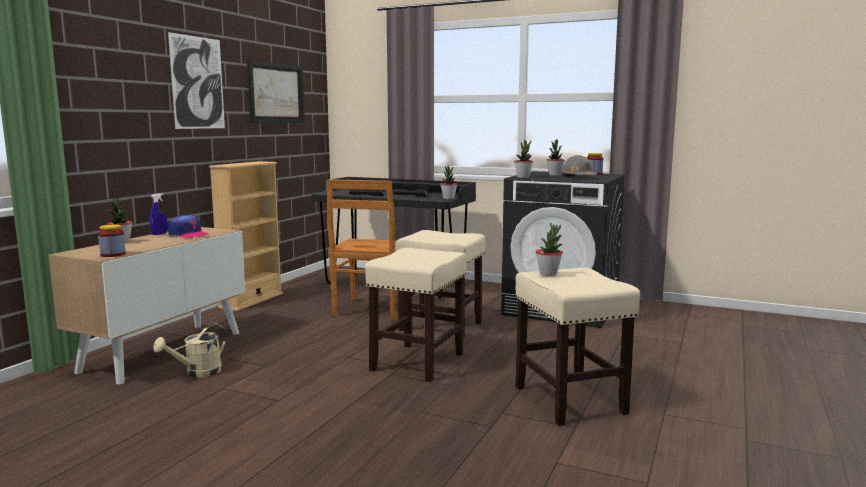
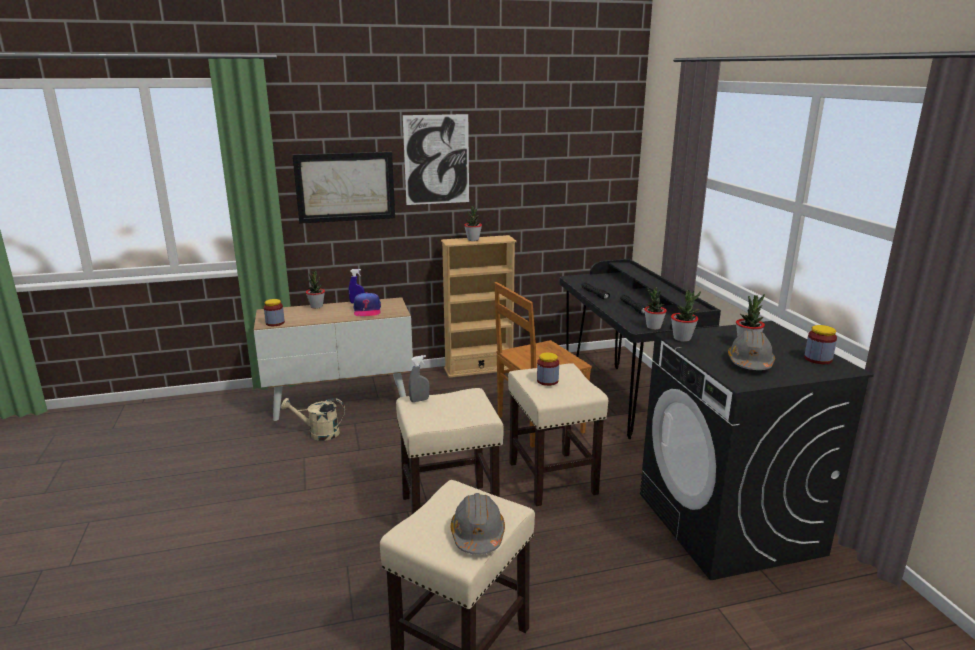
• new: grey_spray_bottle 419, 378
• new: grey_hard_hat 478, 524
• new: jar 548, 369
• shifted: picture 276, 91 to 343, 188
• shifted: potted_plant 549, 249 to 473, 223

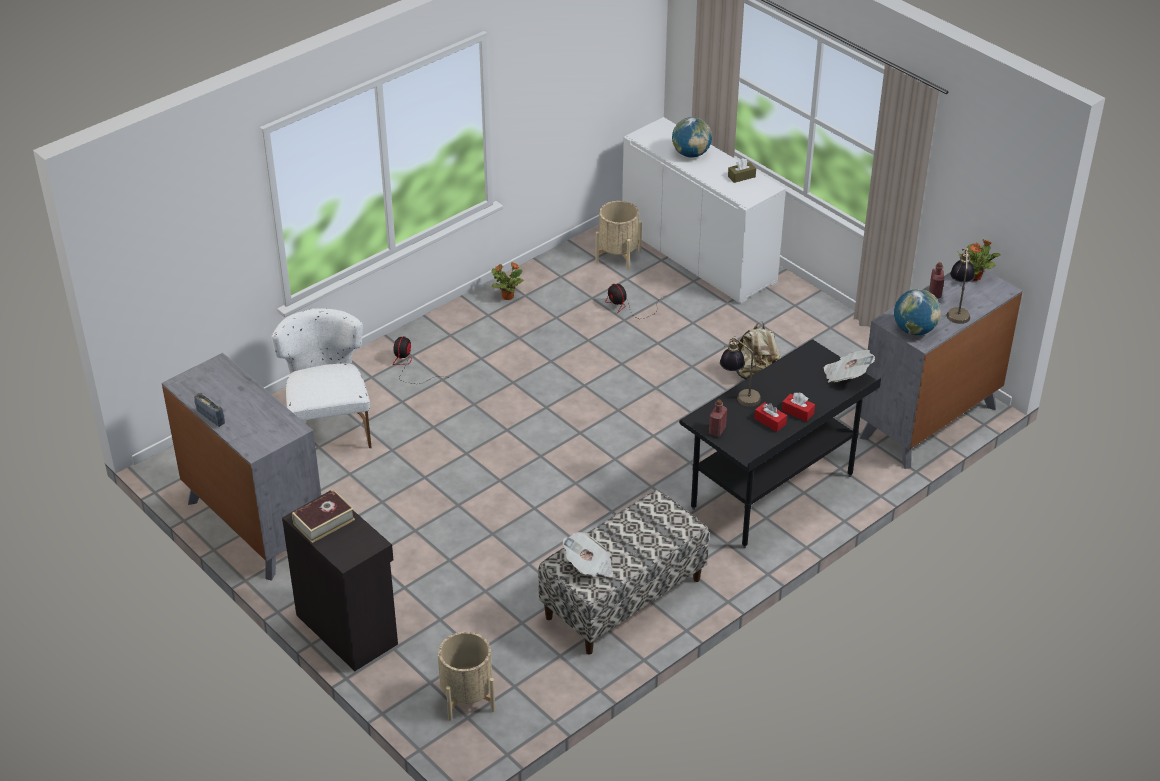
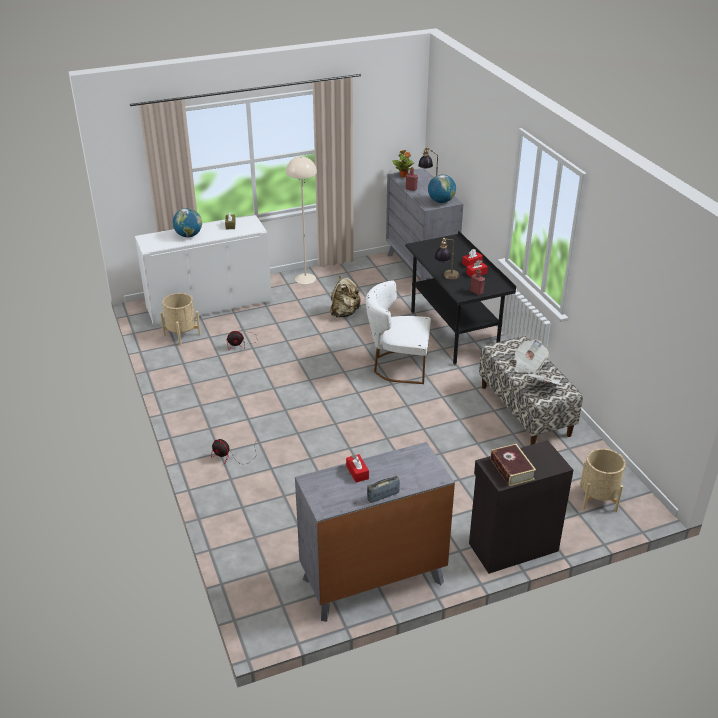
• gone: potted_plant 507, 281
• new: beige_floor_lamp 301, 220
• new: red_tissue_box 357, 468
• shifted: white_chair 322, 378 to 398, 332
• shifted: newspaper 849, 366 to 531, 357

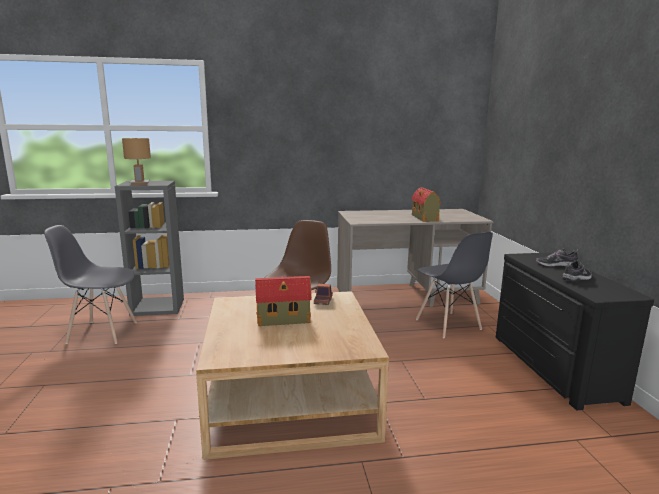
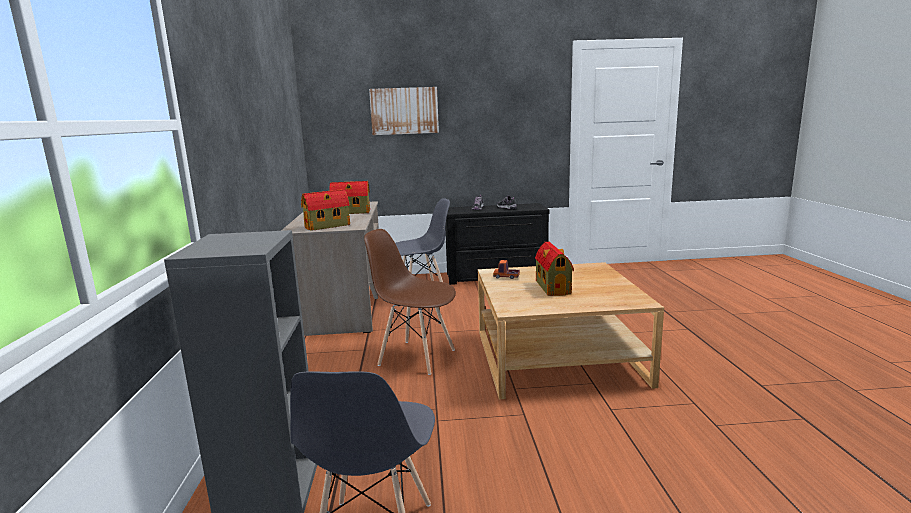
• gone: brown_table_lamp 136, 161
• new: toy_house 325, 210
• new: picture 404, 111

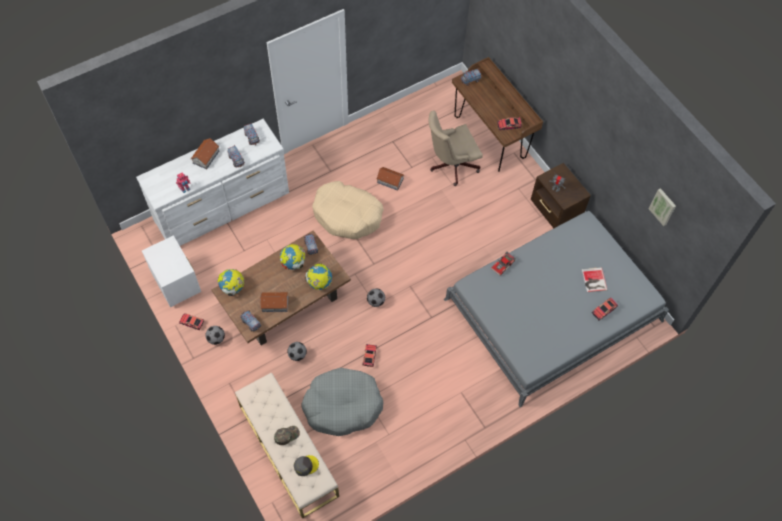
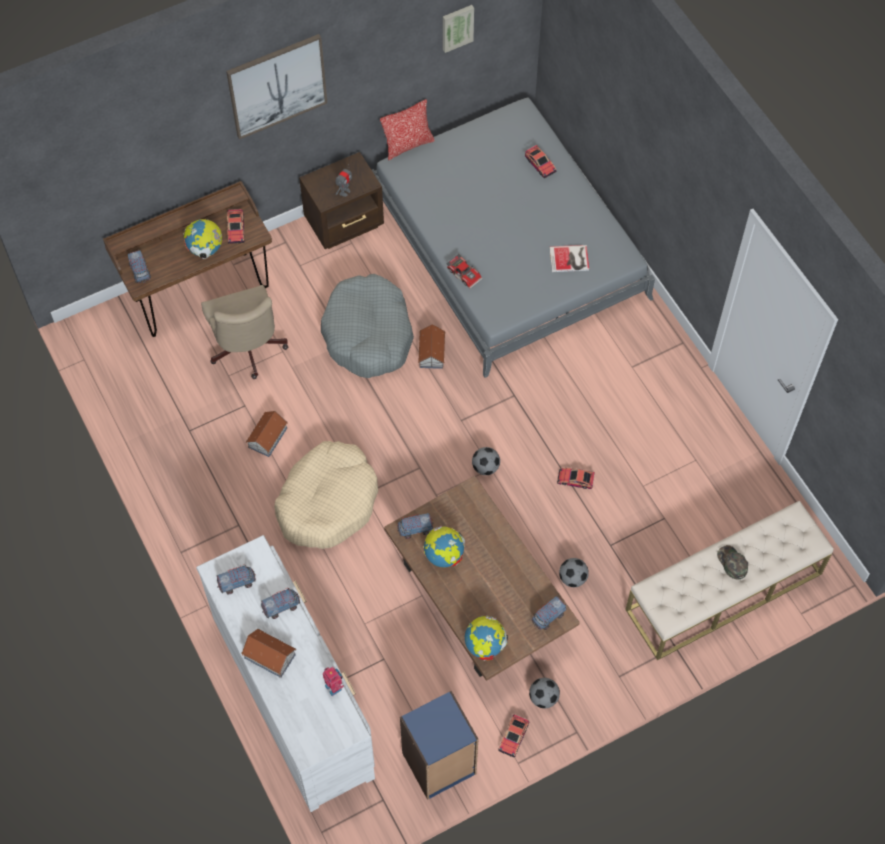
• gone: grey_cap 306, 465
• new: picture 276, 87
• new: pillow 407, 129
• shifted: toy_house 274, 302 to 432, 346
• shifted: grey_dog_bed 342, 402 to 367, 326
• shifted: globe 318, 276 to 202, 239
• shifted: book 594, 279 to 569, 258
• swapped: white_nightstand 171, 271 to blue_bookcase 439, 745

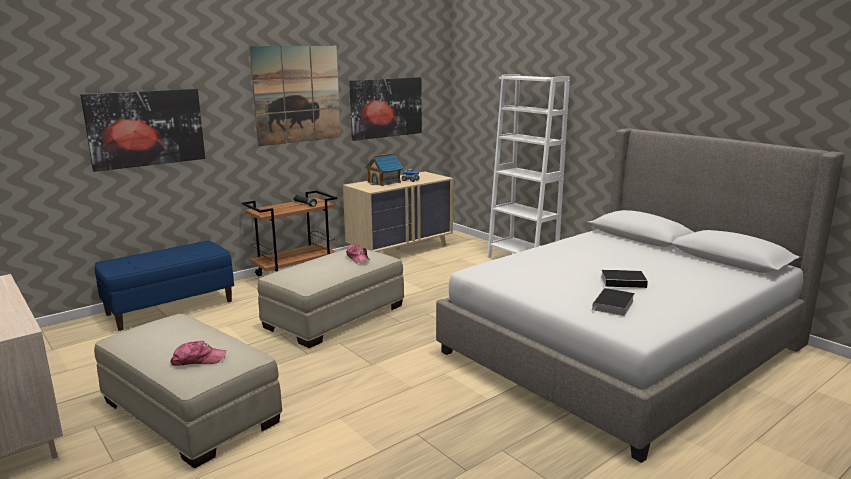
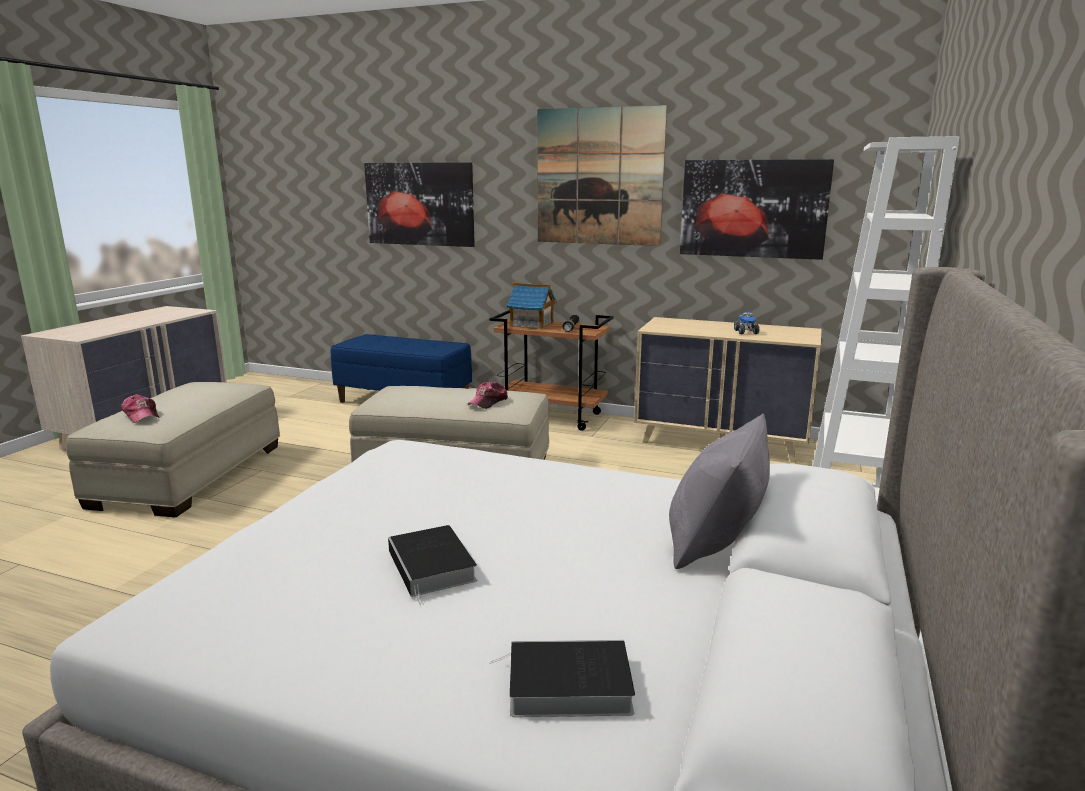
• new: grey_pillow 719, 491
• shifted: toy_house 384, 169 to 532, 306
• shifted: book 613, 302 to 562, 678

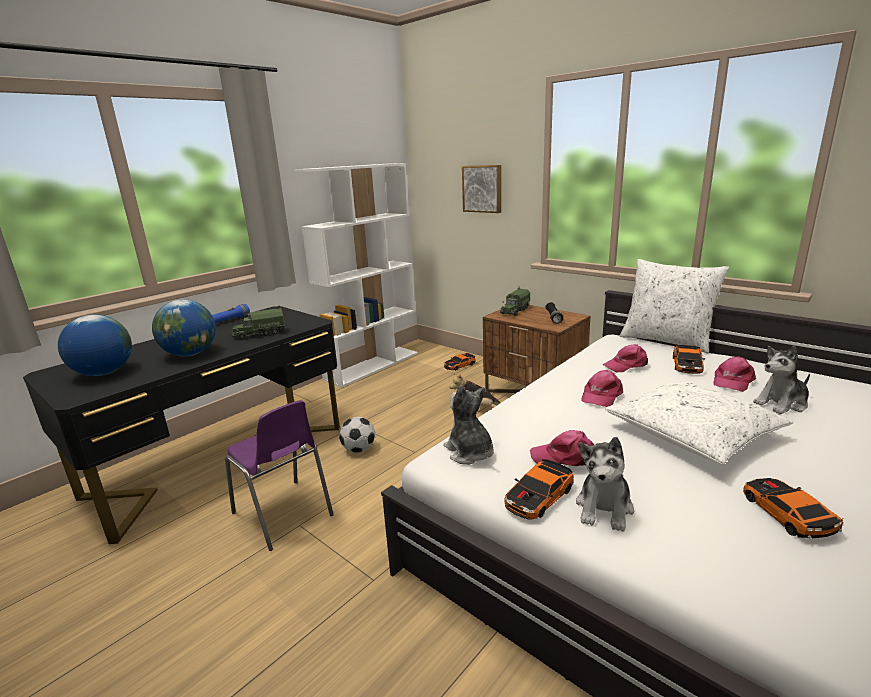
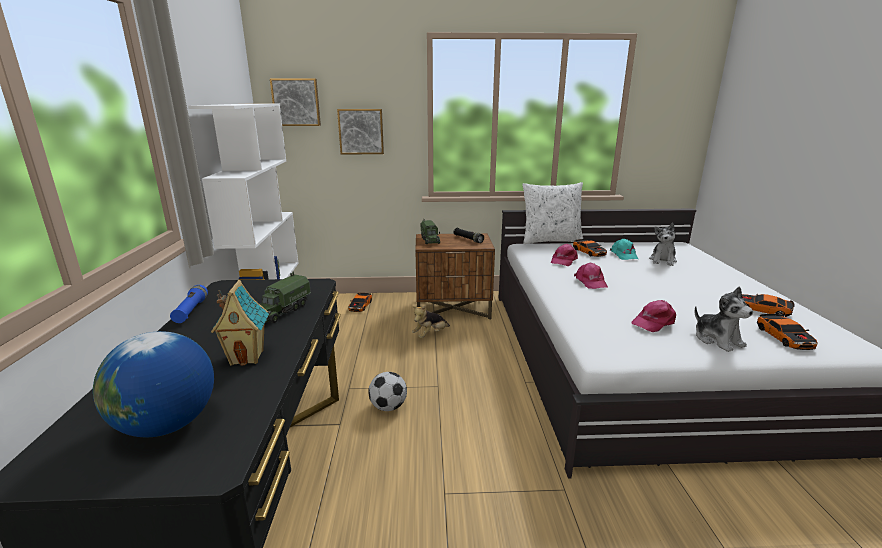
• gone: purple_chair 279, 475
• gone: plush_toy 469, 425
• gone: white_pillow 699, 422
• new: picture 295, 102
• shifted: toy_car 539, 489 to 787, 332
• swapped: globe 184, 328 to toy_house 240, 323
• repainted: pink_cap 734, 374 to turquoise_cap 624, 249

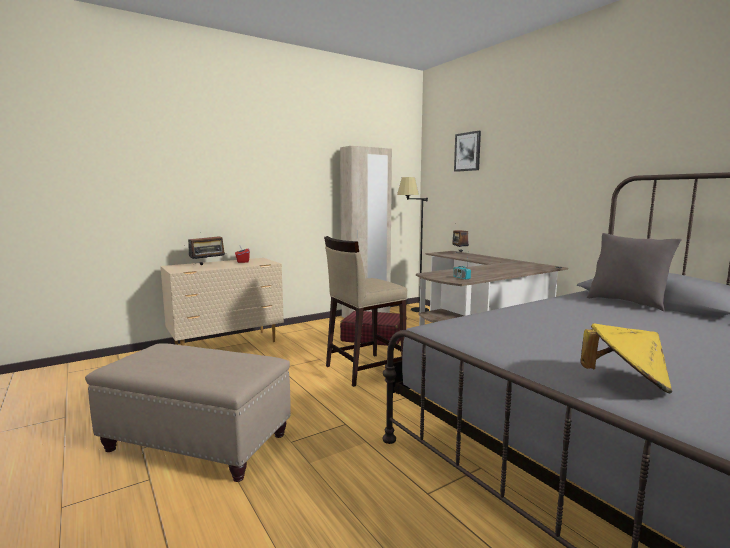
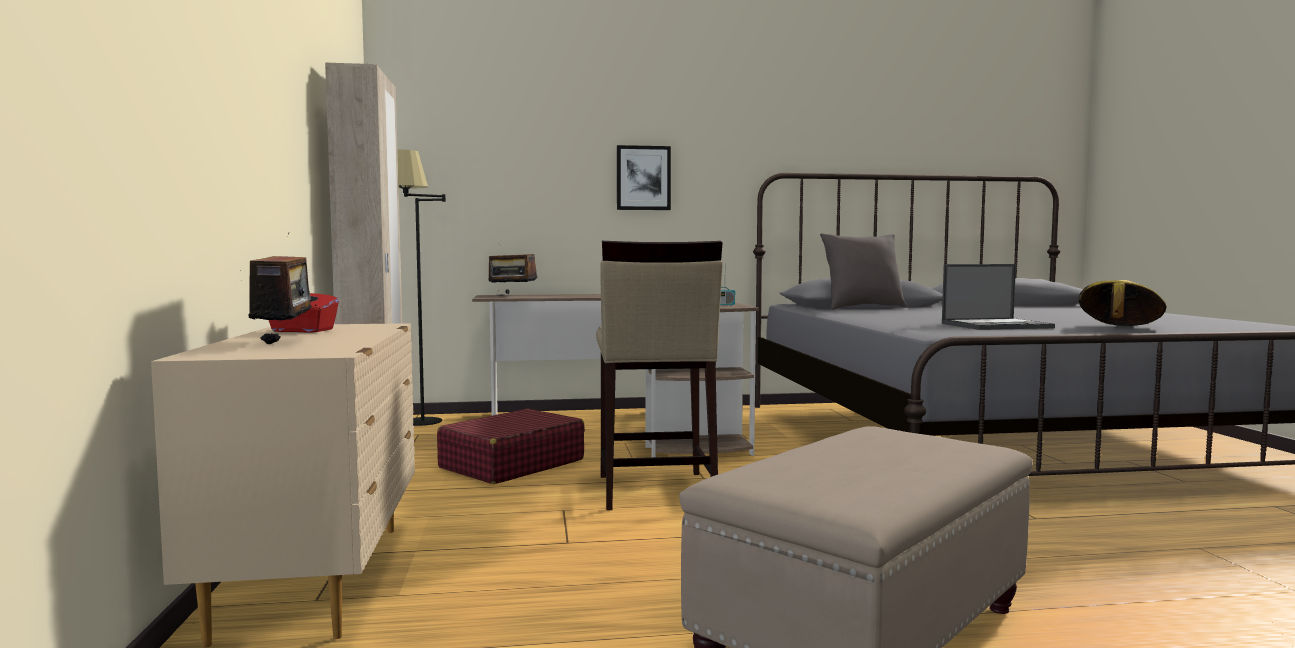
• new: laptop 998, 297
• shifted: picture 467, 151 to 644, 177

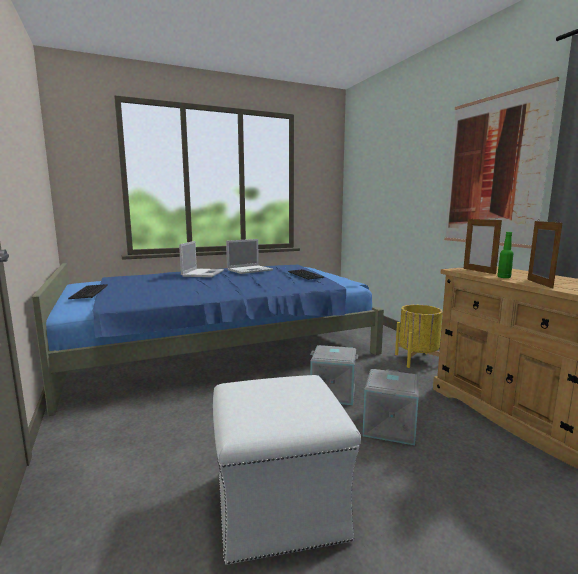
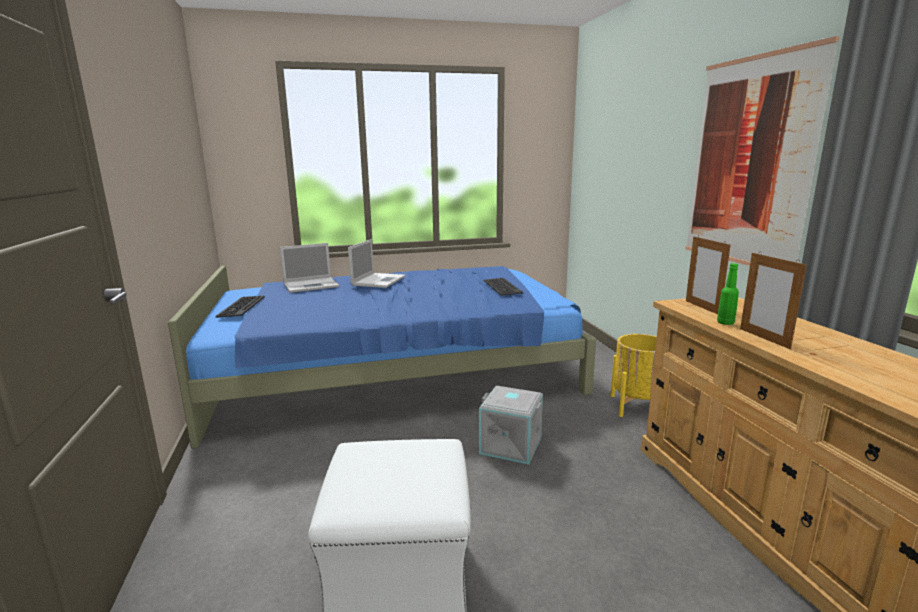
• gone: grey_storage_box 390, 407
• shifted: laptop 249, 256 to 309, 268
• rotated: picture_frame 544, 255 = 773, 300 150 degrees clockwise

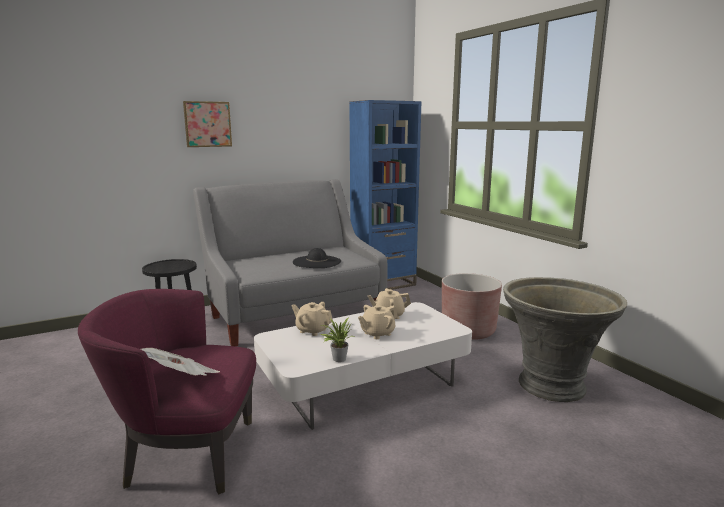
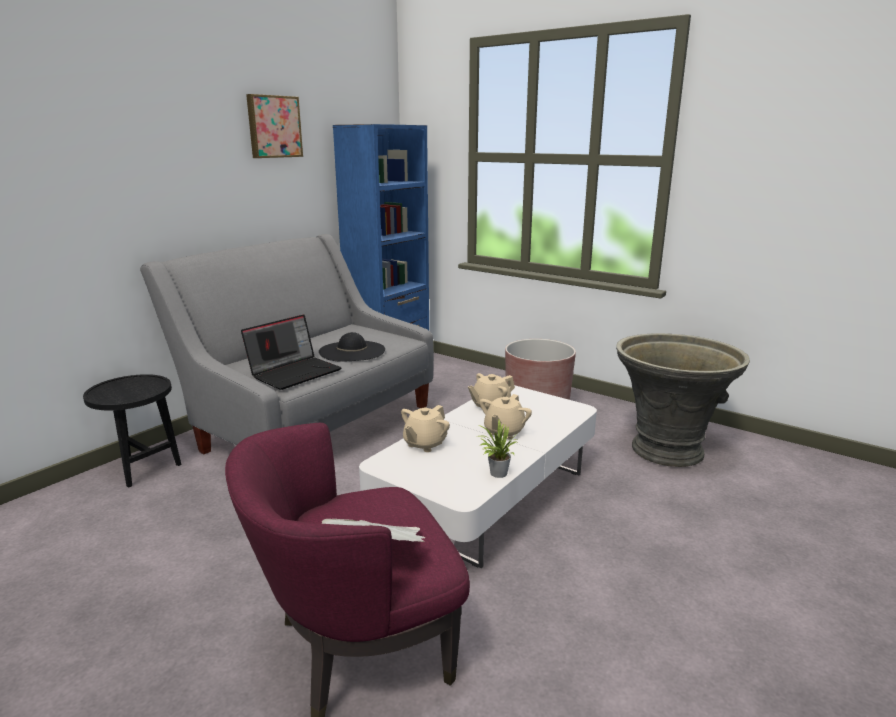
• new: laptop 291, 352
• shifted: picture 207, 124 to 274, 126
• rotated: beige_teapot 312, 319 = 425, 428 60 degrees counterclockwise

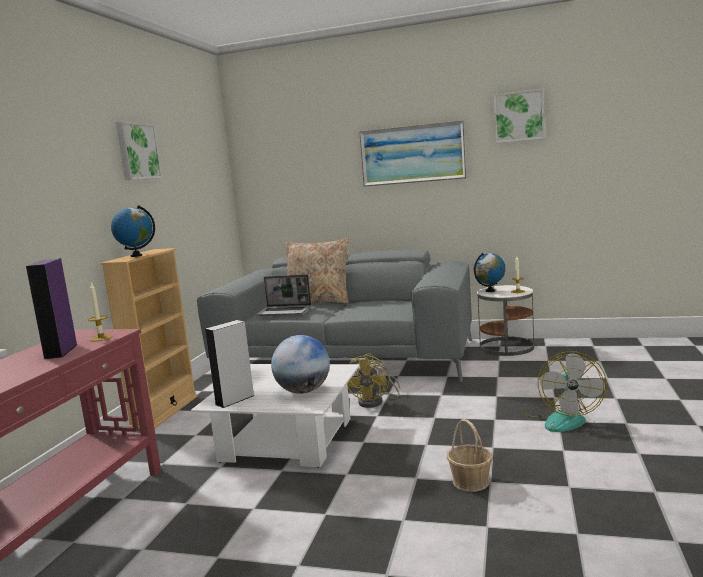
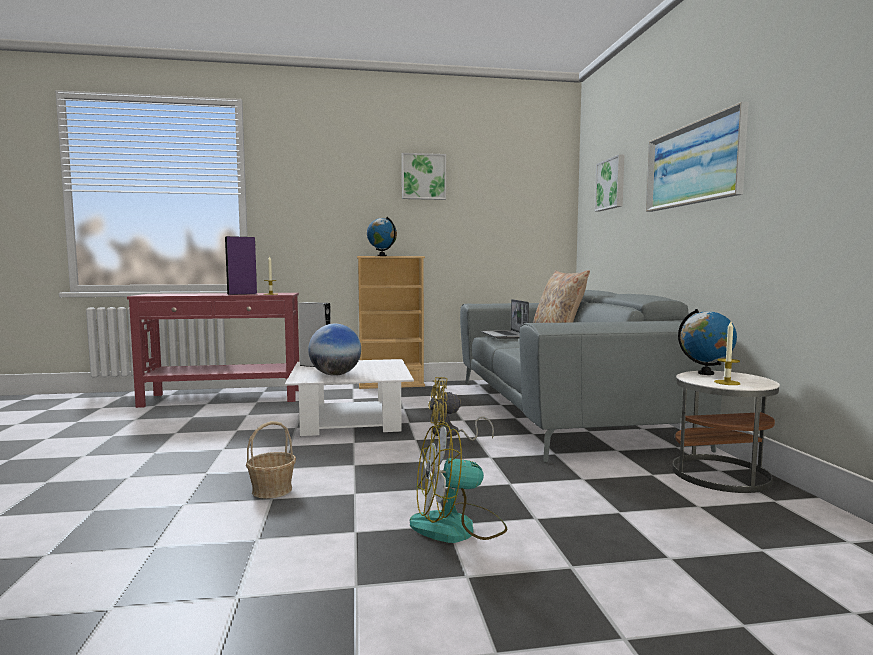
• shifted: picture 519, 115 to 609, 182

